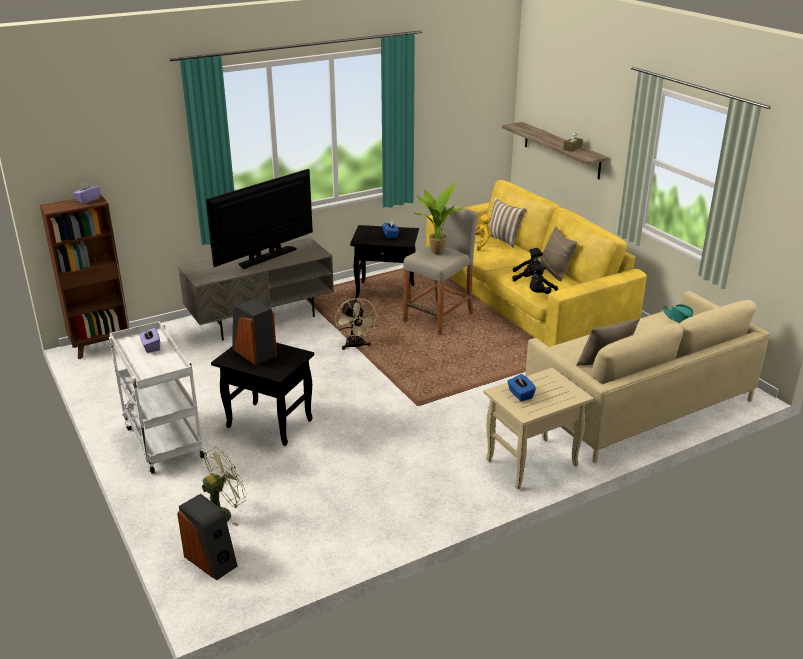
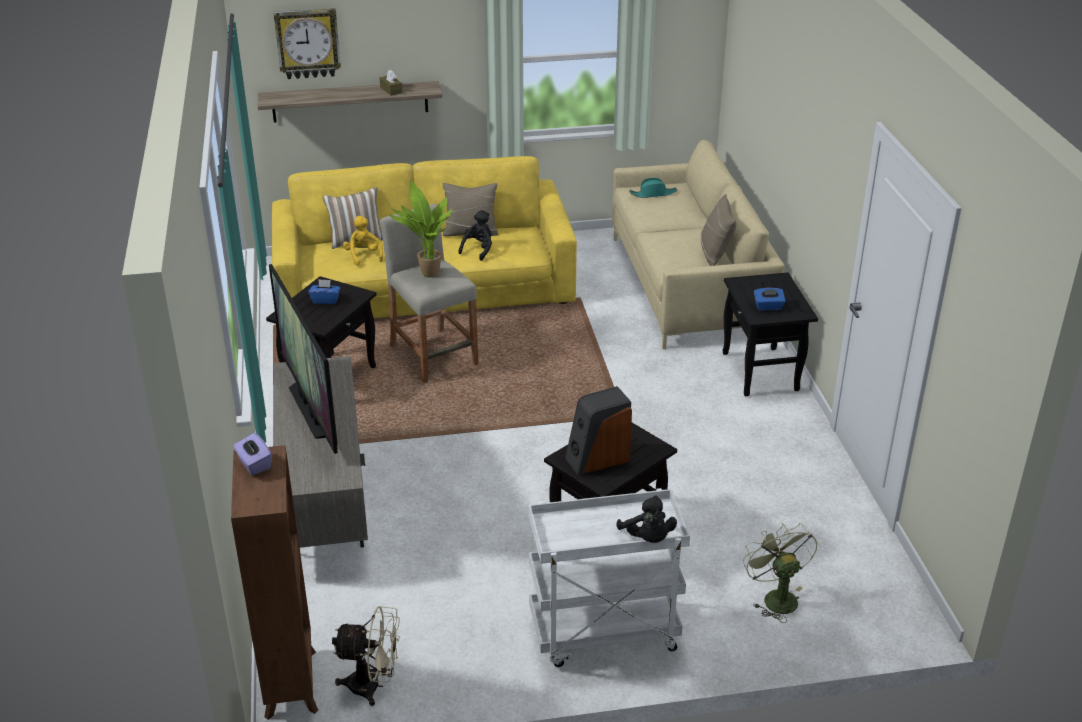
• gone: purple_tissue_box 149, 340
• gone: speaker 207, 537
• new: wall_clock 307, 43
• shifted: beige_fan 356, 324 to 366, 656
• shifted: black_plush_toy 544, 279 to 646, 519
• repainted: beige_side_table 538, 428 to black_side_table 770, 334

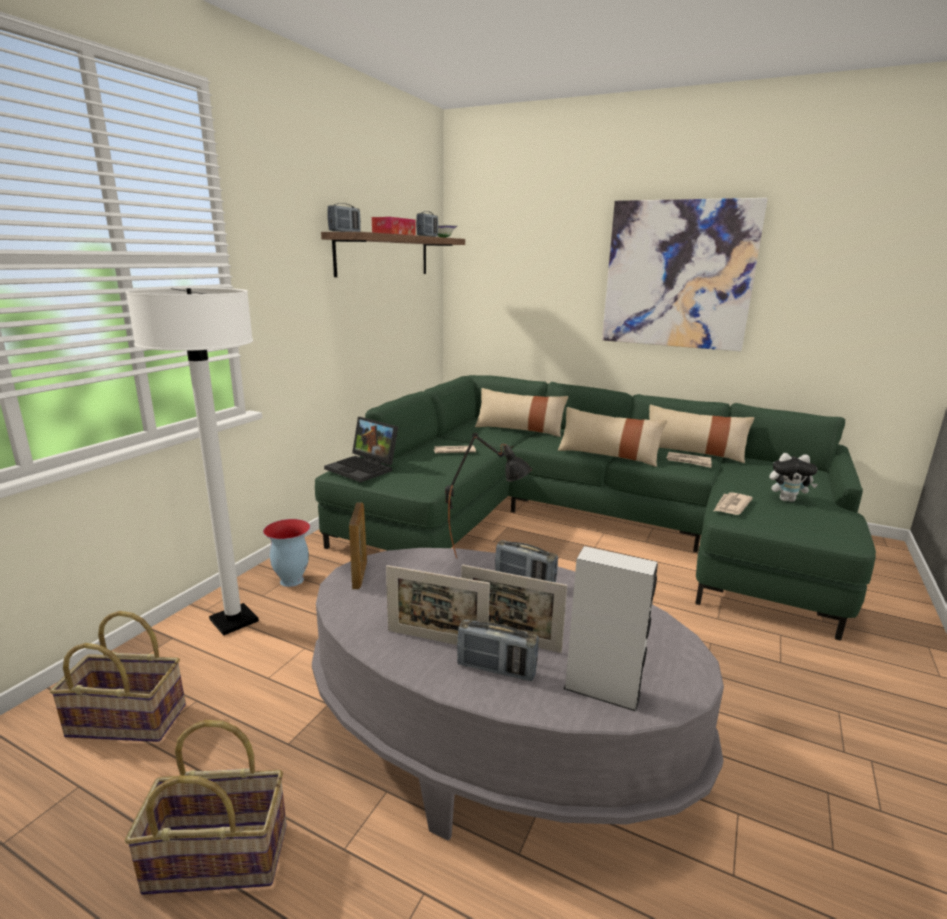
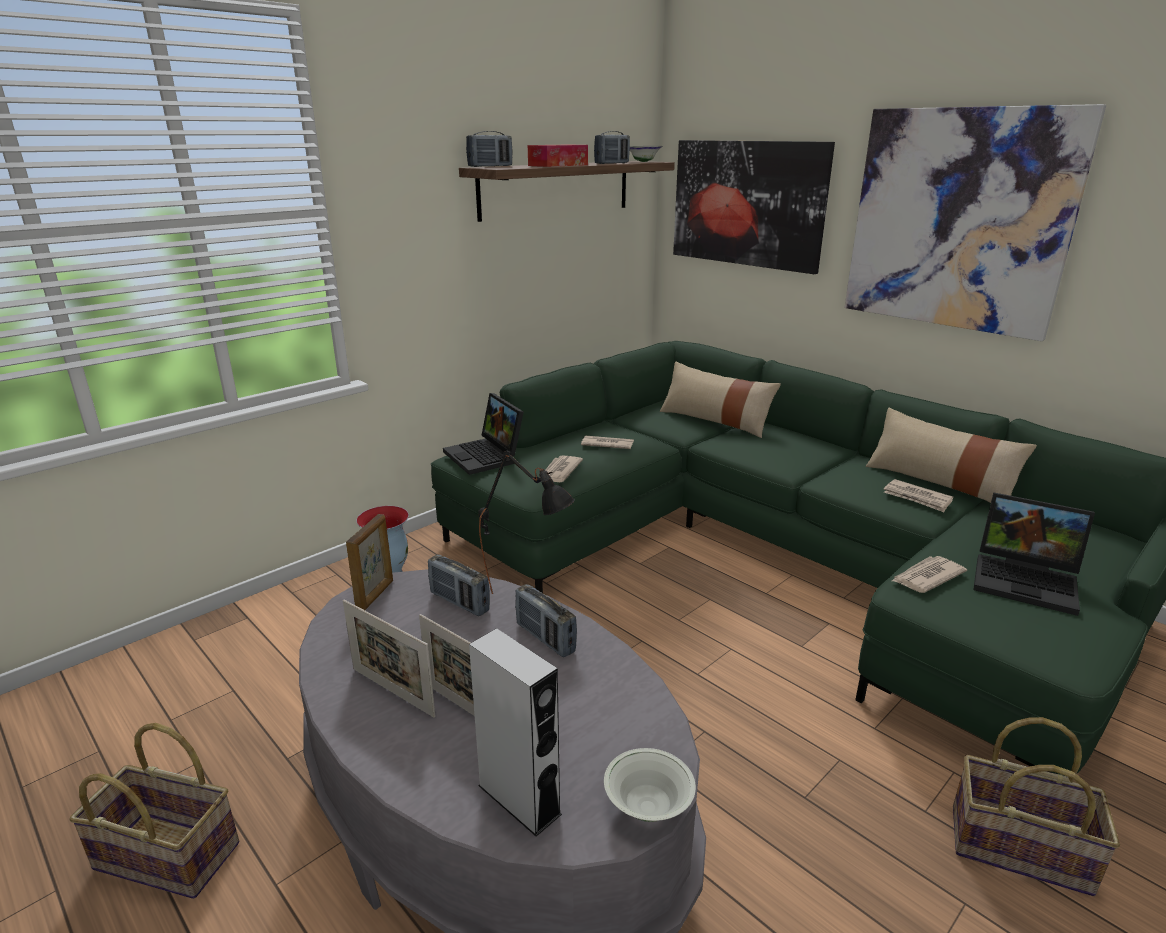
• gone: white_floor_lamp 192, 462
• gone: beige_pillow 612, 437
• new: newspaper 561, 469
• new: white_bowl 650, 785
• new: picture 754, 207
• shifted: basket 118, 676 to 1036, 806
• shifted: radio 498, 650 to 459, 585
• swapped: plush_toy 794, 477 to laptop 1034, 554

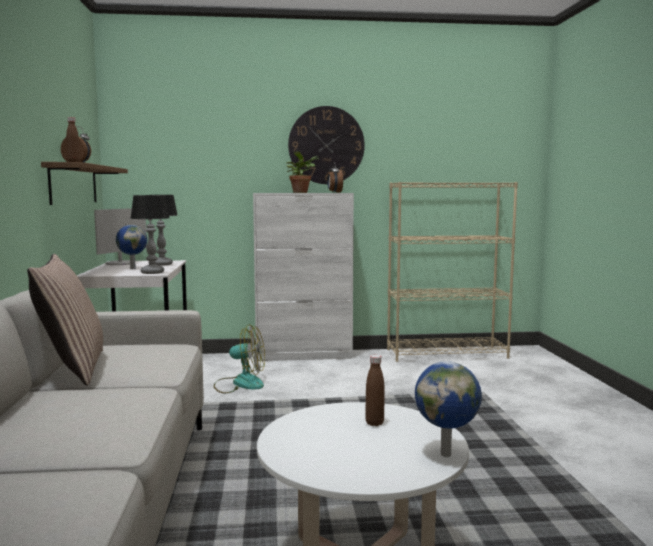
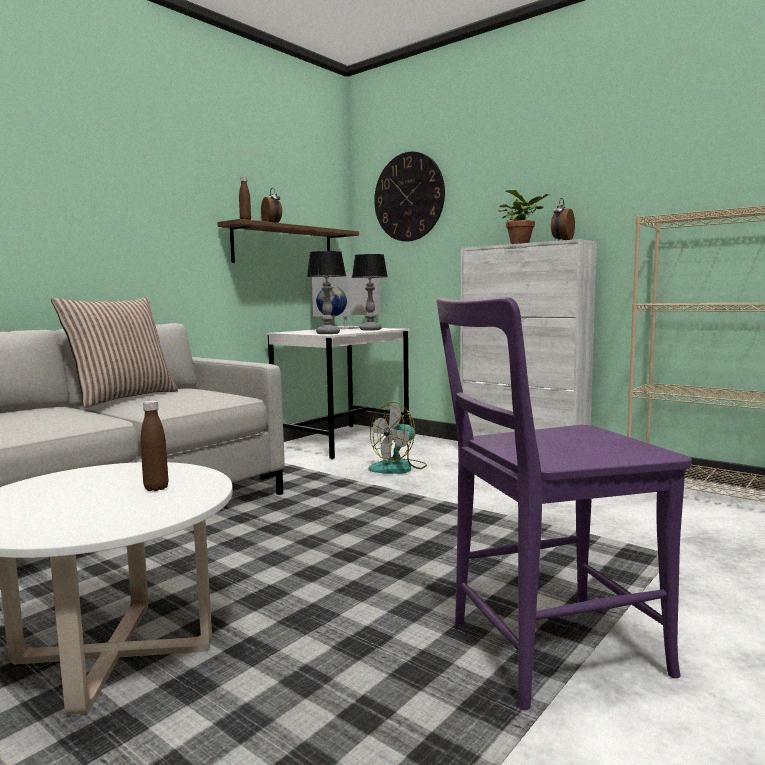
• gone: globe 448, 409
• new: purple_chair 564, 503
• shifted: wall_clock 326, 145 to 409, 197
• rotated: fan 239, 359 = 398, 438 90 degrees clockwise

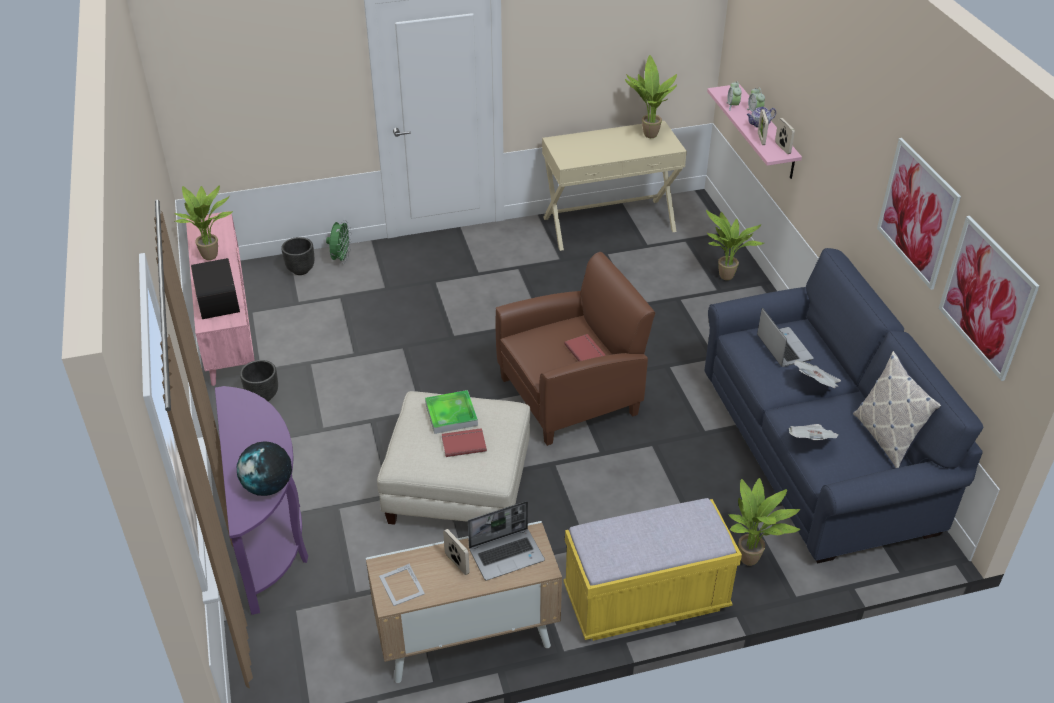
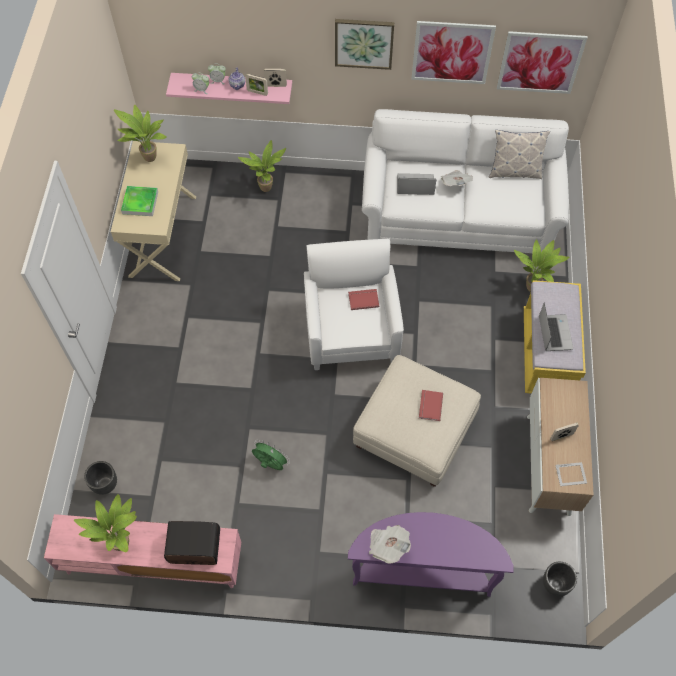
• gone: globe 264, 468
• new: picture 364, 44
• shifted: black_planter 259, 380 to 560, 579
• shifted: green_fan 339, 241 to 271, 455
• shifted: tray 451, 412 to 139, 201
• shifted: laptop 506, 541 to 556, 327
• shifted: newspaper 814, 432 to 390, 544
• repainted: brown_armchair 575, 349 to white_armchair 354, 304
• repainted: blue_sofa 844, 405 to white_sofa 465, 181

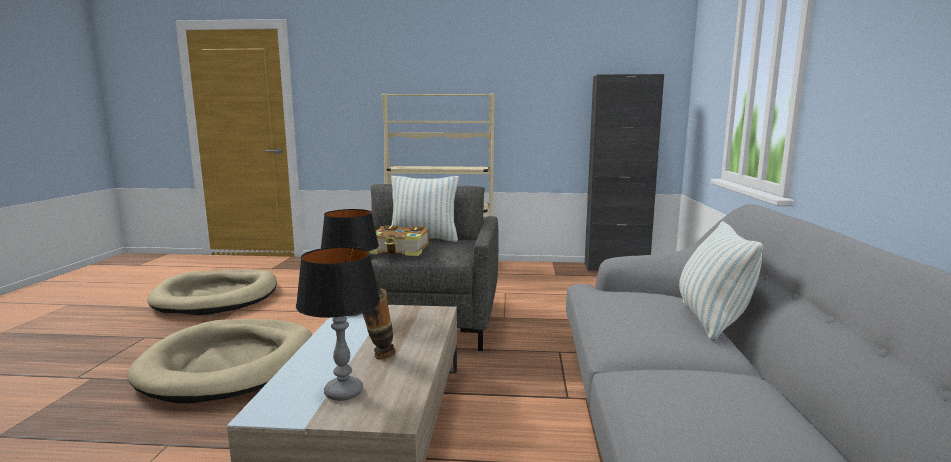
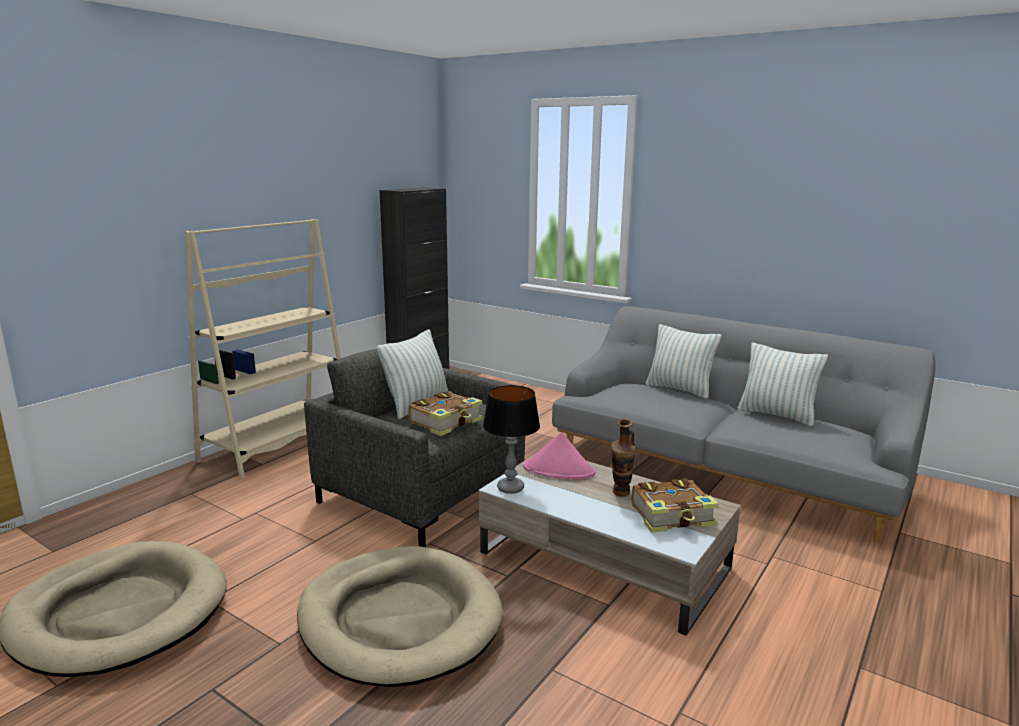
• new: pink_hat 559, 455
• new: pillow 783, 385
• swapped: table_lamp 338, 324 to book 675, 506

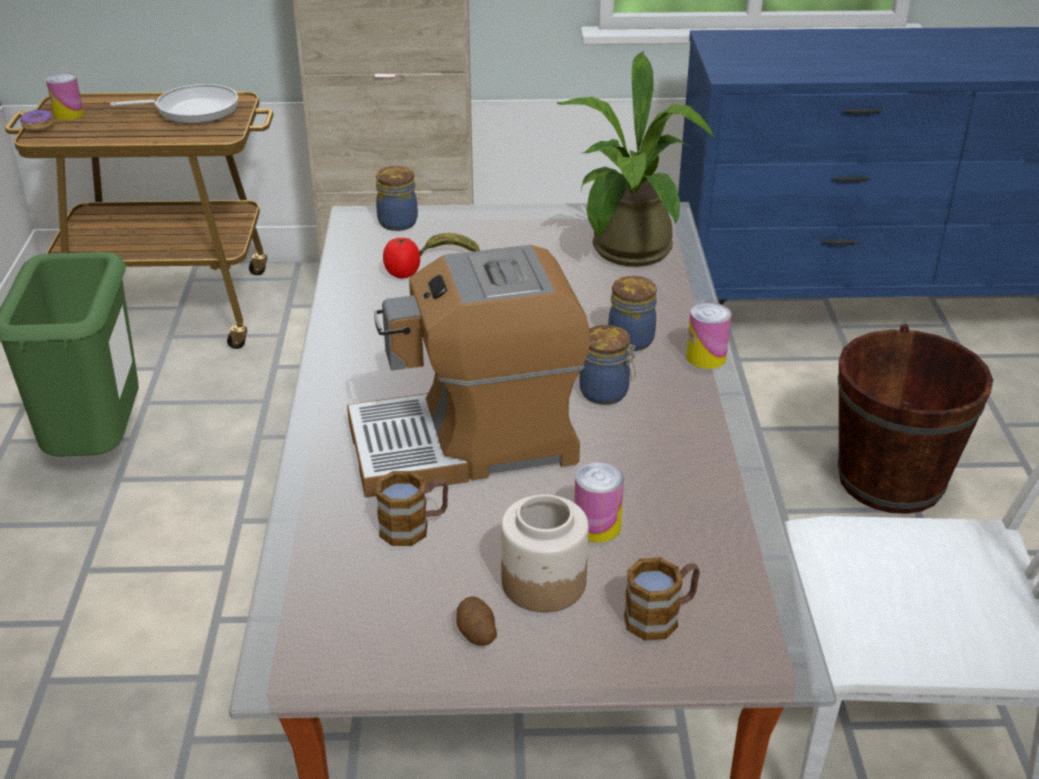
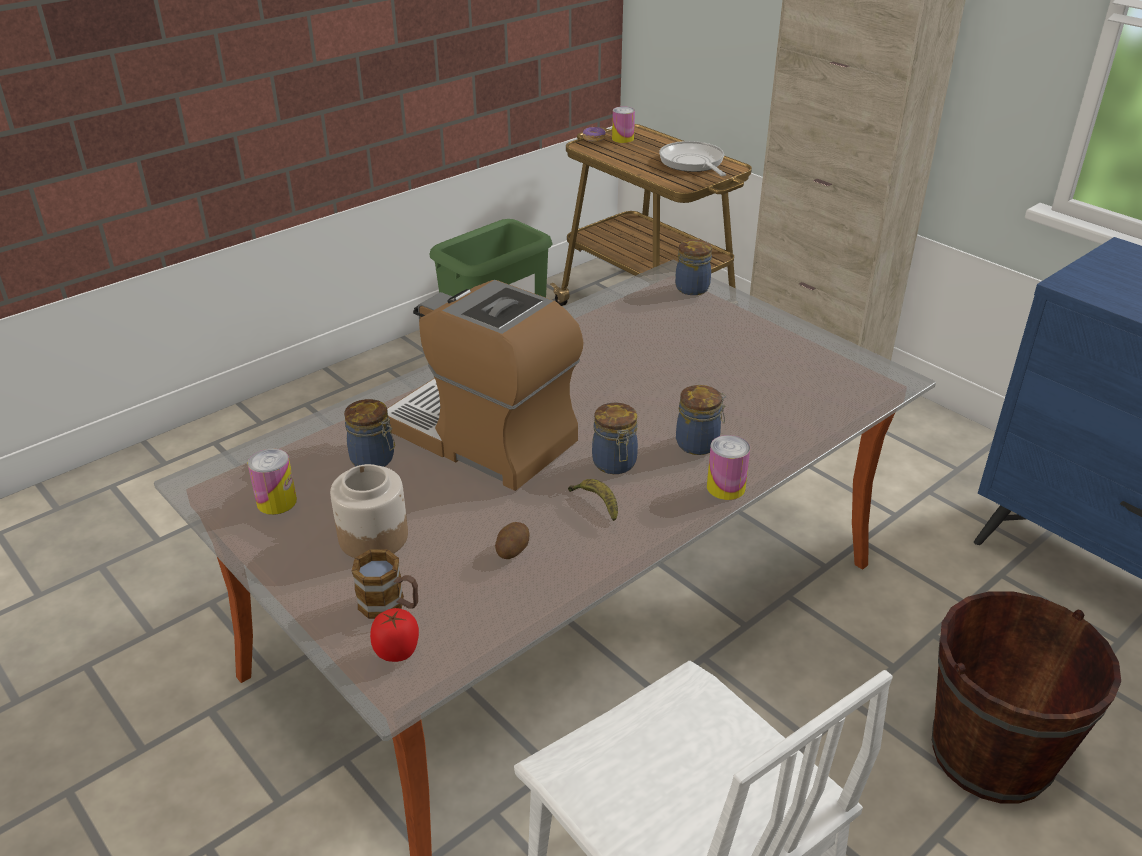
• gone: potted_plant 636, 159
• shifted: tomato 401, 258 to 394, 635
• shifted: banana 449, 244 to 593, 500
• shifted: potato 476, 621 to 512, 540
• shifted: can 599, 502 to 272, 482
• swapped: mug 412, 508 to jar 369, 433
• rotated: frying_pan 174, 104 = 692, 158 150 degrees counterclockwise

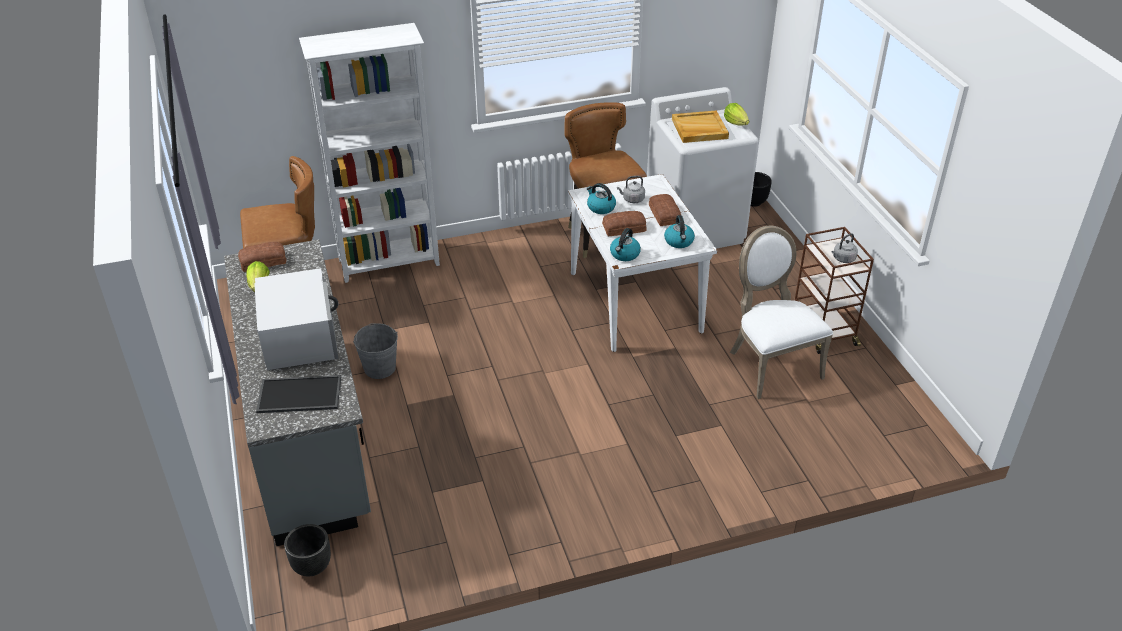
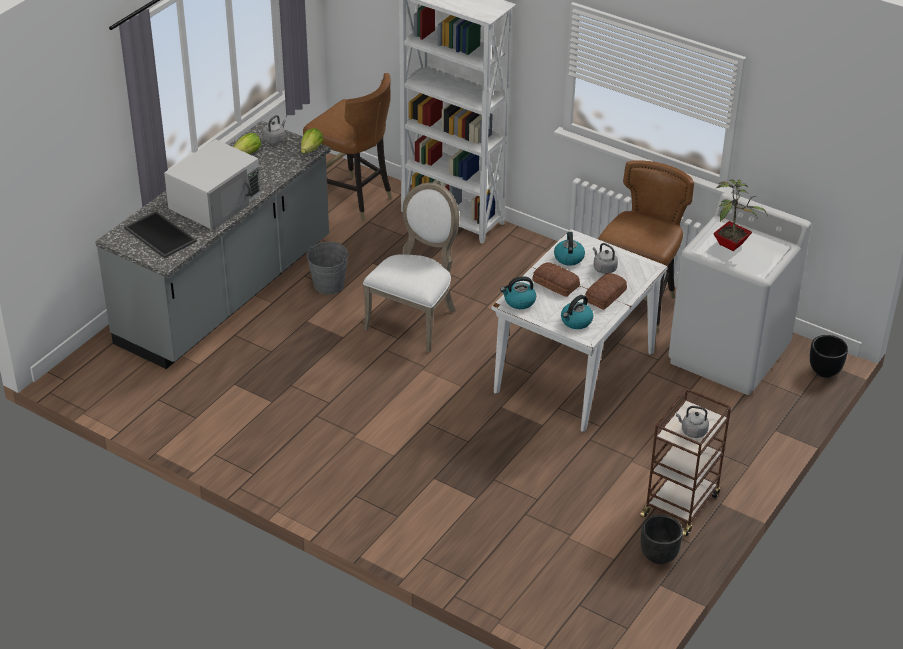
• shifted: black_planter 307, 550 to 662, 539
• shifted: lettuce 736, 114 to 312, 141
• shifted: white_chair 781, 312 to 411, 268
• swapped: bread 262, 257 to grey_kettle 274, 129
• swapped: beige_tray 700, 127 to potted_plant 740, 215

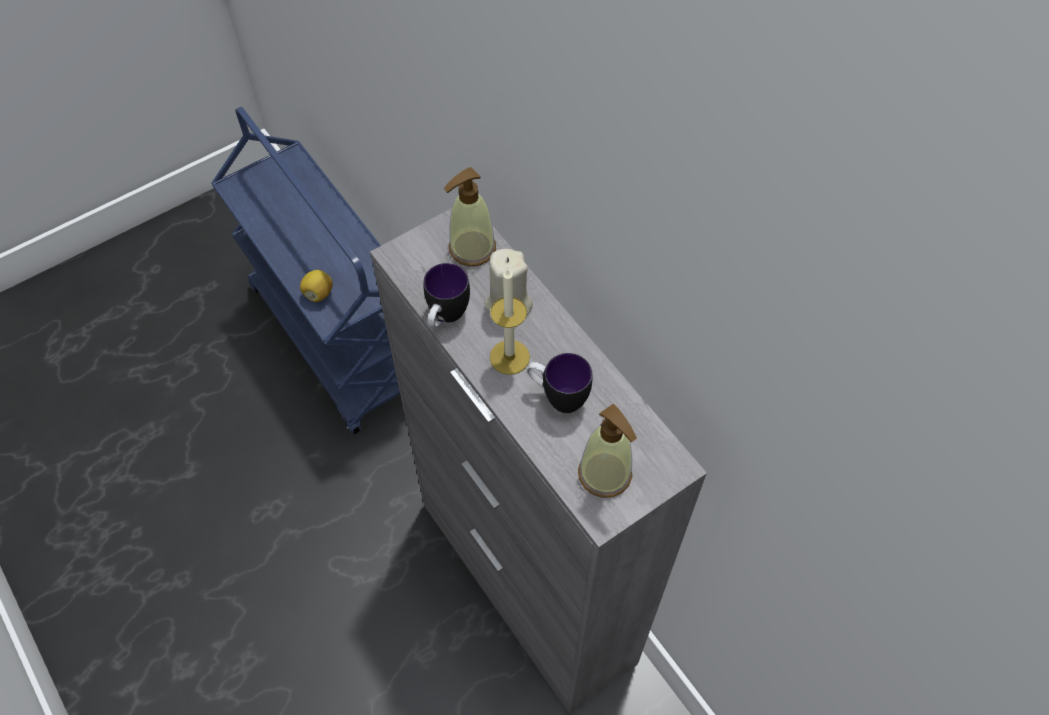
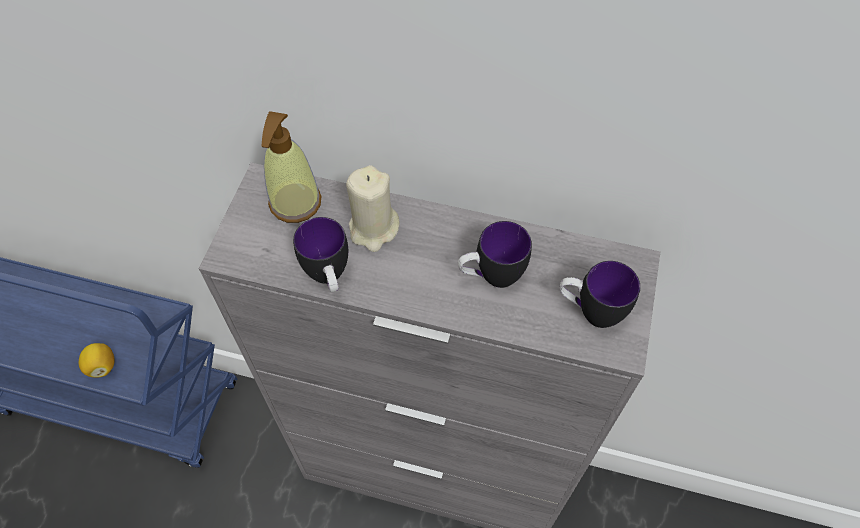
• gone: candle 510, 321
• swapped: soap_dispenser 607, 450 to mug 600, 294

